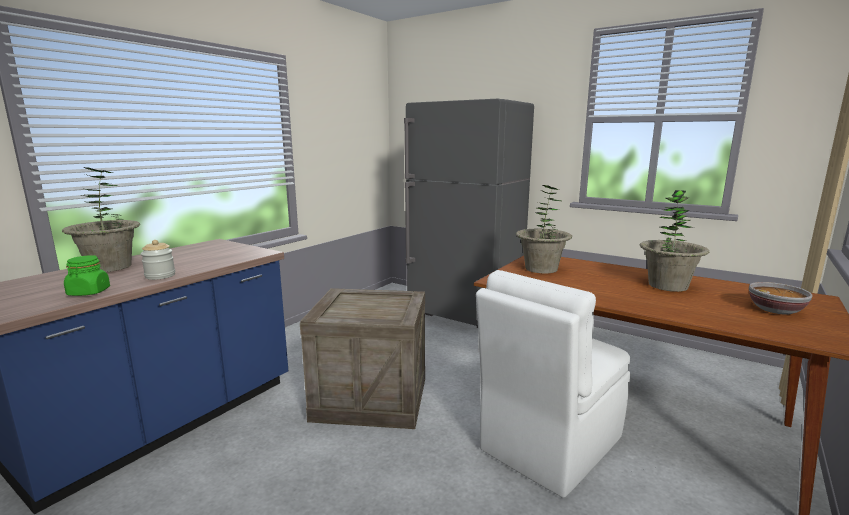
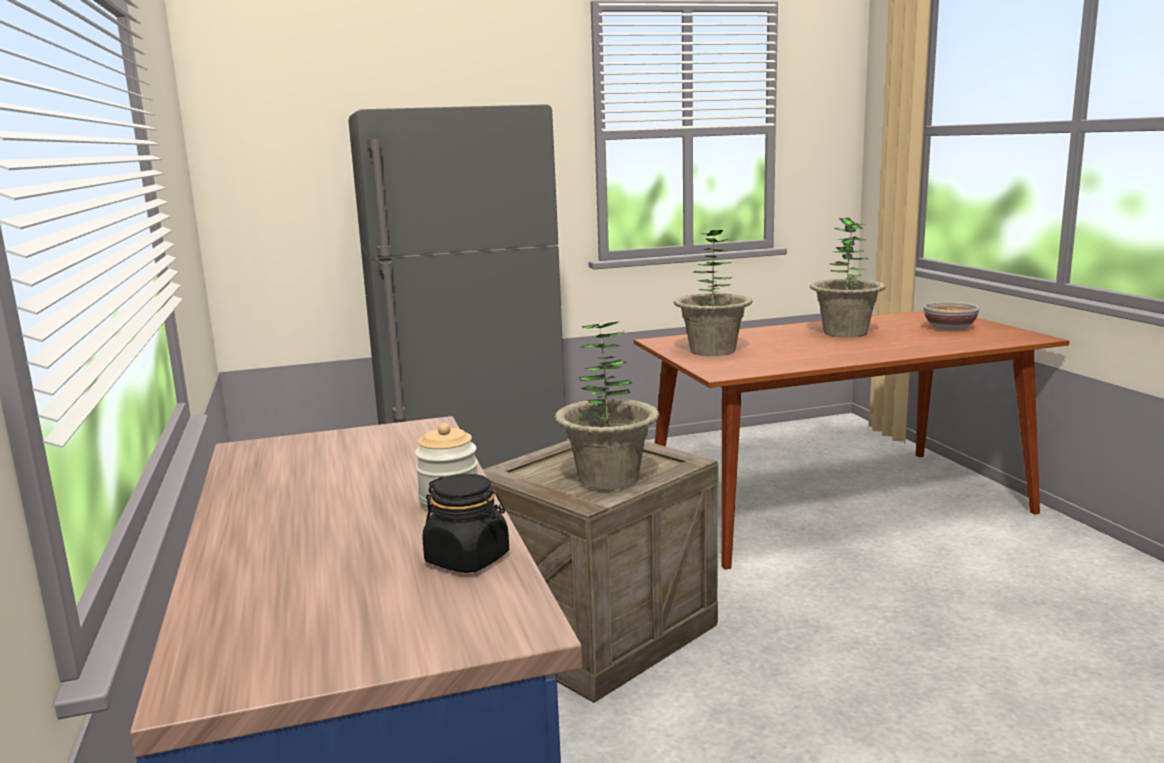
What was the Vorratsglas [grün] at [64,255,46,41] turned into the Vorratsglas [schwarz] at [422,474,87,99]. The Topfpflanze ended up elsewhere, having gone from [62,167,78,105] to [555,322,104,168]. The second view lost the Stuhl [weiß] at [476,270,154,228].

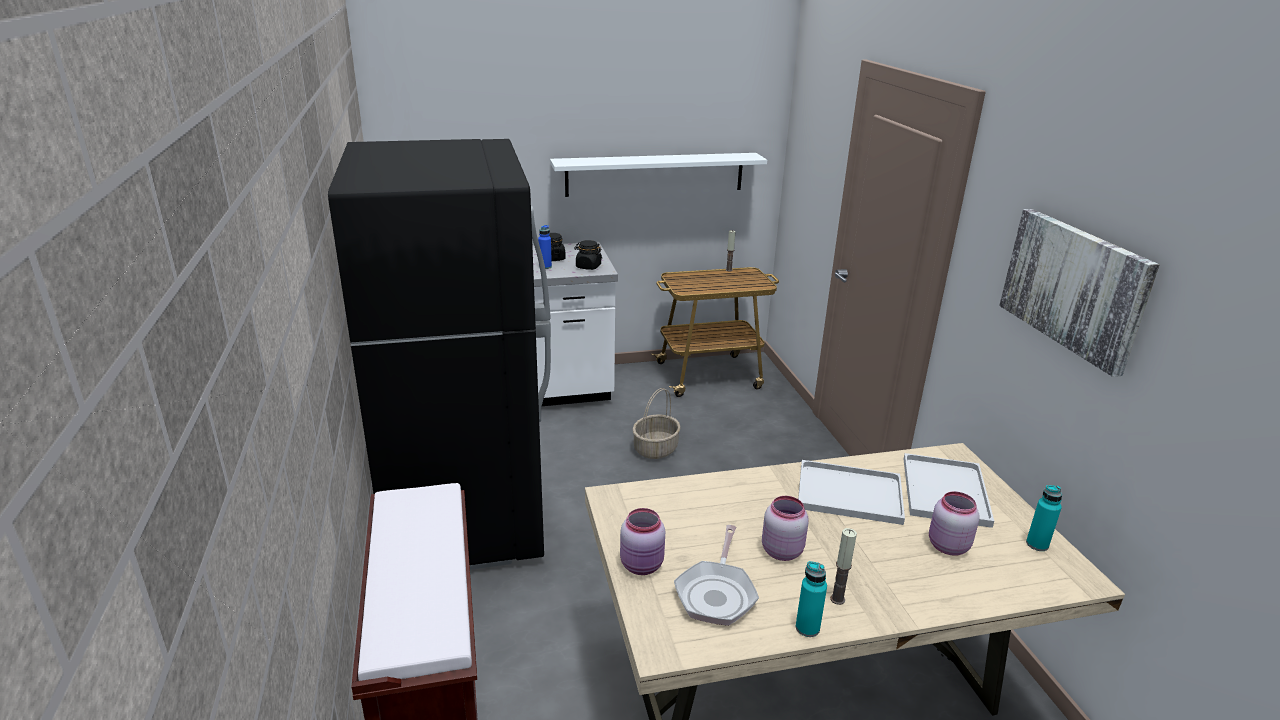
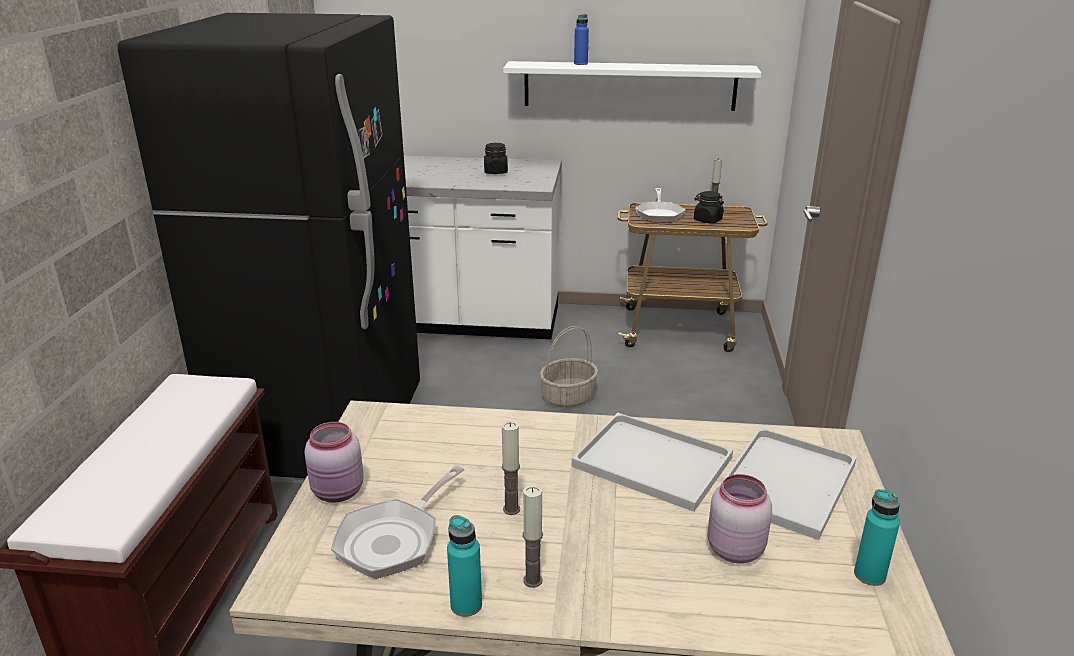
Where the Vorratsglas [rosa] stood at [762,496,46,65], the Kerze came to stand at [502,421,18,94]. The Flasche [blau] ended up elsewhere, having gone from [538,225,14,44] to [574,14,15,51]. The second view gained the Pfanne at [635,188,51,35]. The Vorratsglas [schwarz] ended up elsewhere, having gone from [574,240,28,30] to [694,191,30,33]. The second view lost the Bild at [999,209,160,168].

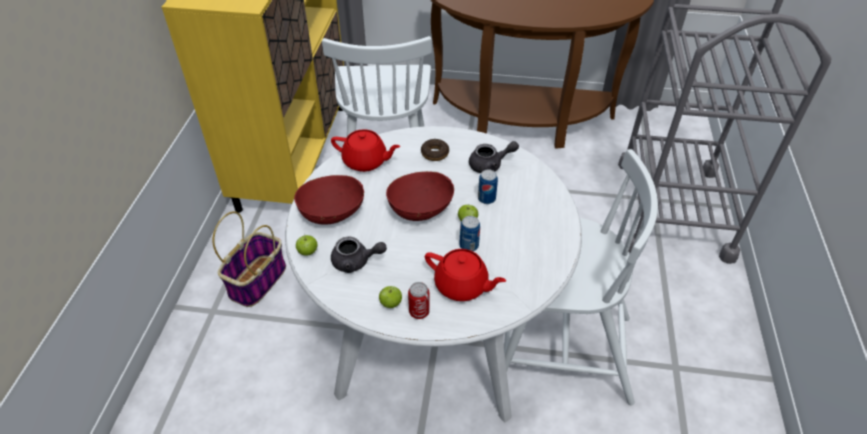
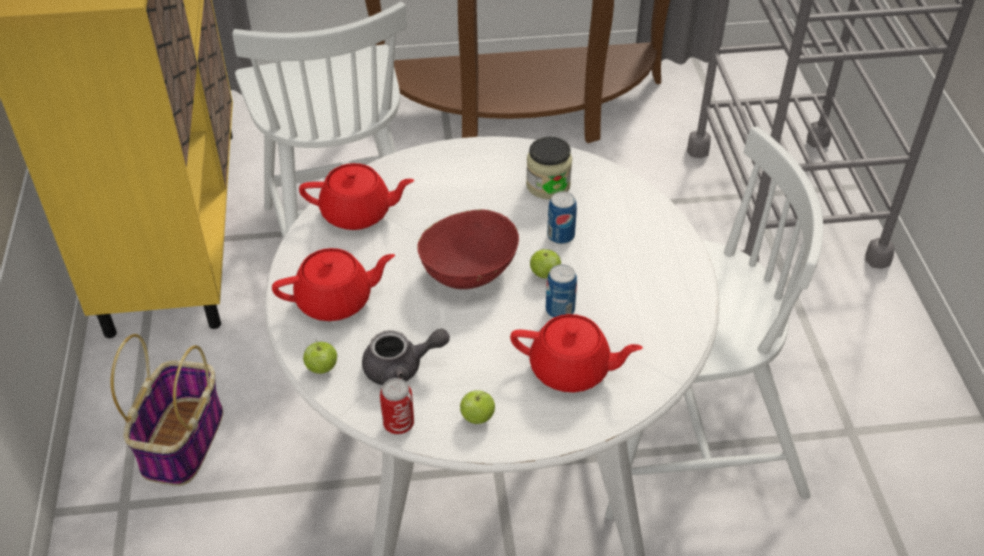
Where the Schüssel [rot] stood at [294,175,70,49], the Teekanne [rot] came to stand at [272,248,123,73]. The Dose ended up elsewhere, having gone from [408,282,22,37] to [380,378,34,56]. Where the Teekanne [grau] stood at [469,141,50,32], the Vorratsglas came to stand at [526,137,46,62]. The second view lost the Donut at [421,139,28,22].

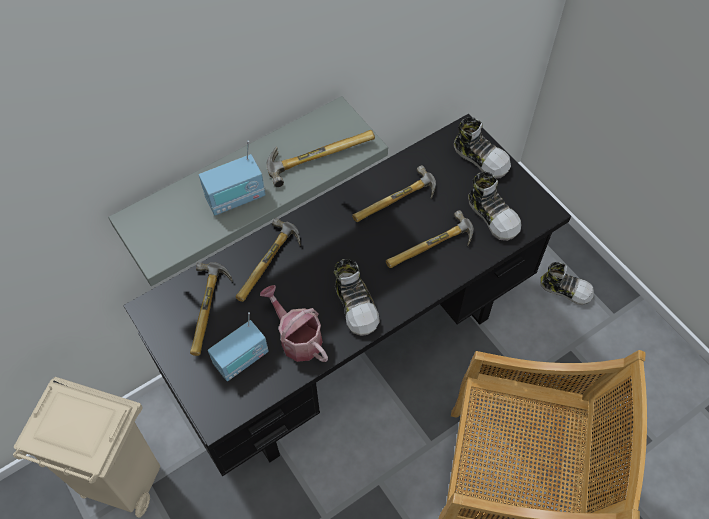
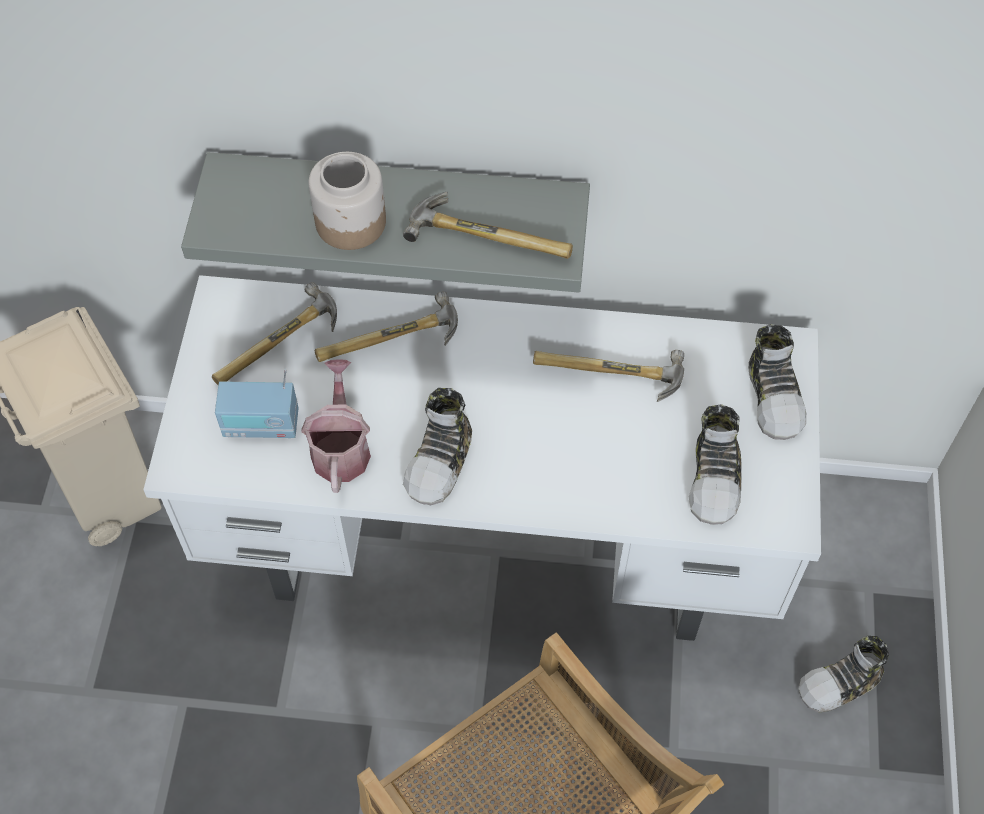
What was the Schreibtisch [schwarz] at [123,114,448,362] turned into the Schreibtisch [weiß] at [143,275,678,366]. Where the Radio stood at [199,141,67,74], the Vorratsglas came to stand at [309,152,77,98]. The Schuh at [540,262,54,43] ended up facing another way, 90 degrees clockwise from before. The second view lost the Hammer at [386,210,88,58].

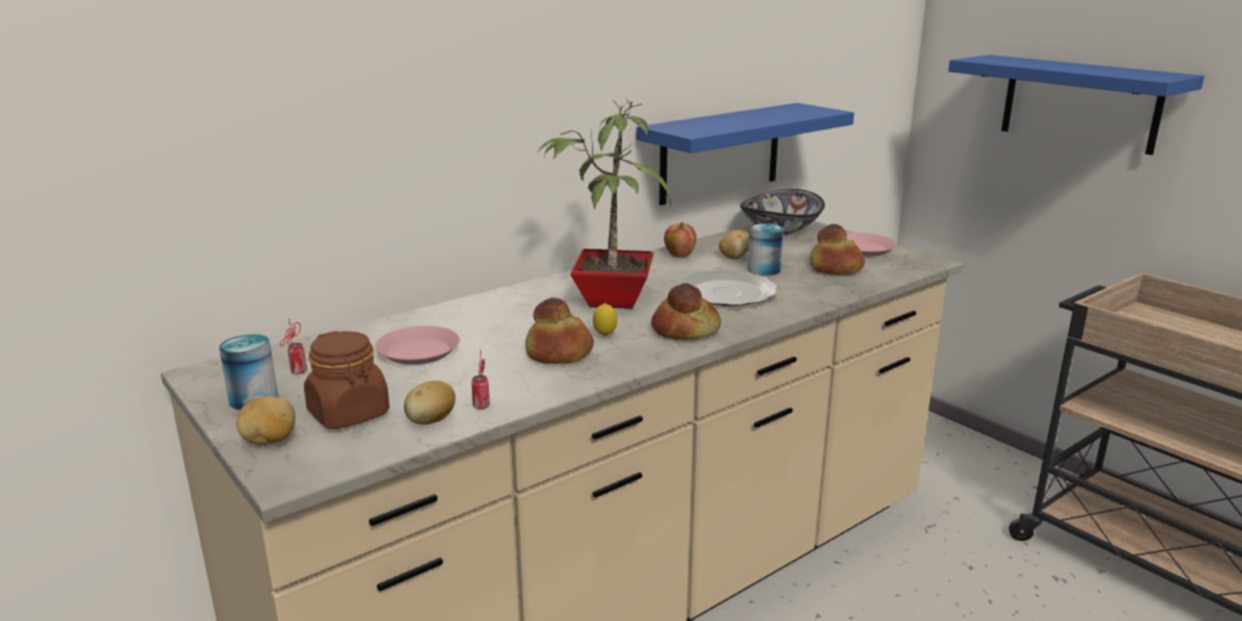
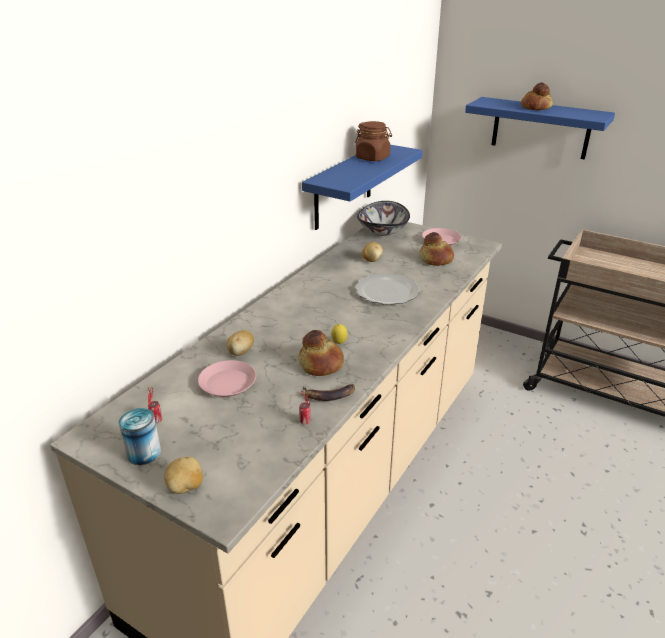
The Kartoffel ended up elsewhere, having gone from [404,381,52,44] to [227,330,27,26]. The second view gained the Banane at [303,384,52,17]. The Vorratsglas [braun] ended up elsewhere, having gone from [304,331,86,98] to [355,121,37,40]. The Brot ended up elsewhere, having gone from [651,283,70,57] to [521,83,32,27]. The second view lost the Topfpflanze at [538,98,133,211]. The second view lost the Apfel at [664,222,32,35]. The second view lost the Dose at [748,223,36,53].

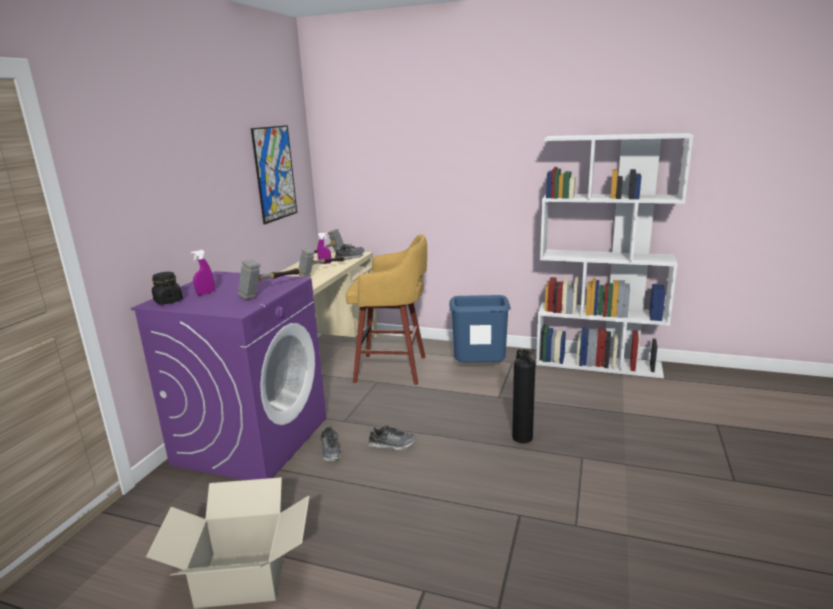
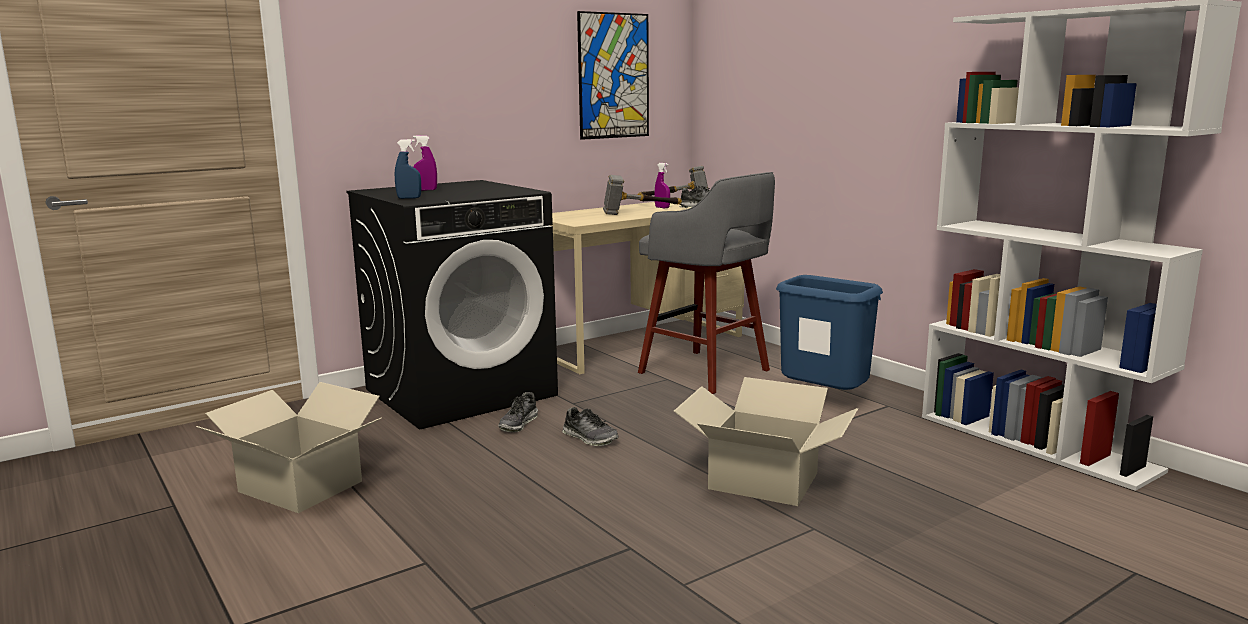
What was the Waschmaschine [lila] at [131,271,196,209] turned into the Waschmaschine [schwarz] at [346,180,212,250]. The second view gained the Sprühflasche [blau] at [395,139,26,60]. What was the Hocker [gelb] at [346,234,81,151] turned into the Hocker [grau] at [638,172,137,222]. Where the Feuerlöscher stood at [512,349,24,94], the Karton came to stand at [674,377,184,129]. The second view lost the Vorratsglas [schwarz] at [152,272,31,33]. The second view lost the Hammer at [238,260,63,40].

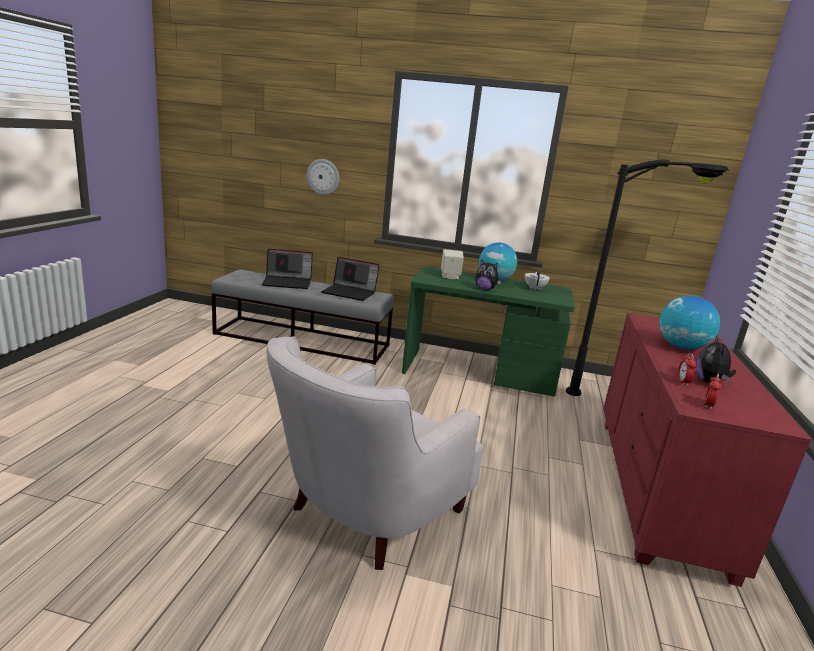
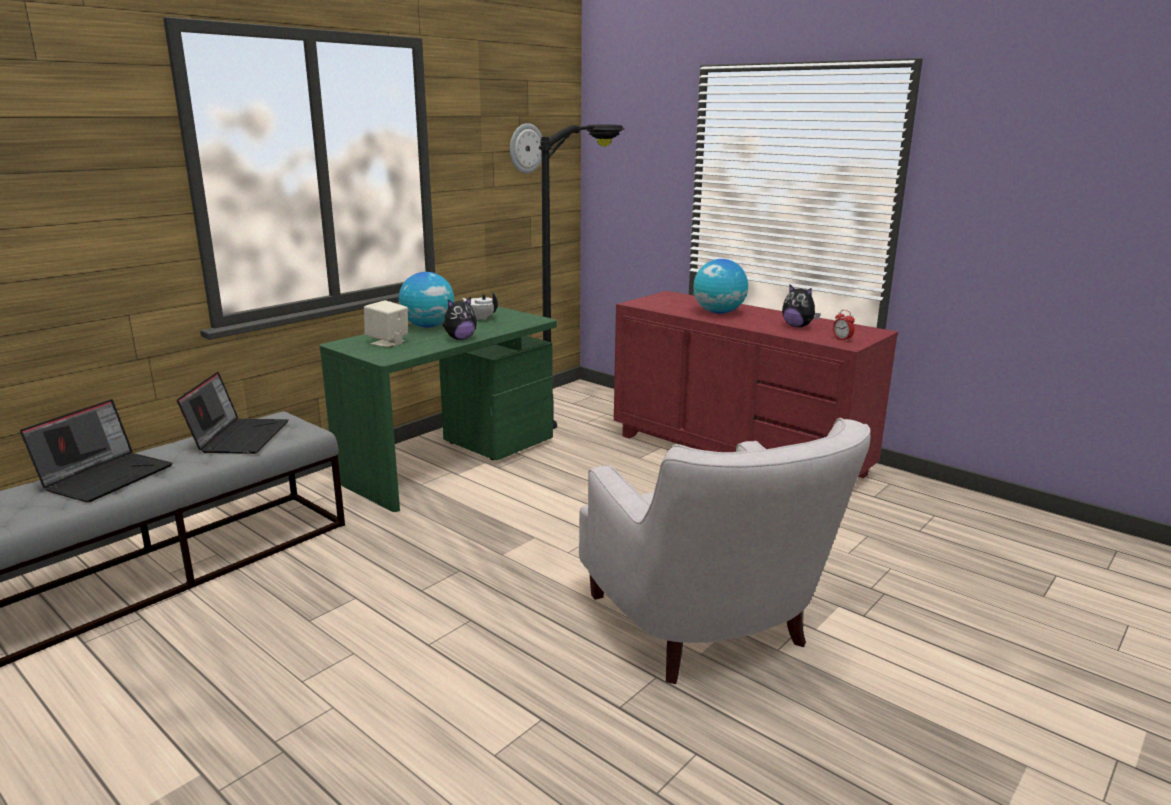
The Laptop at [321,257,59,44] ended up facing another way, 45 degrees counterclockwise from before. The Wanduhr ended up elsewhere, having gone from [306,159,33,36] to [510,123,32,51]. The second view lost the Wecker at [678,353,19,33].

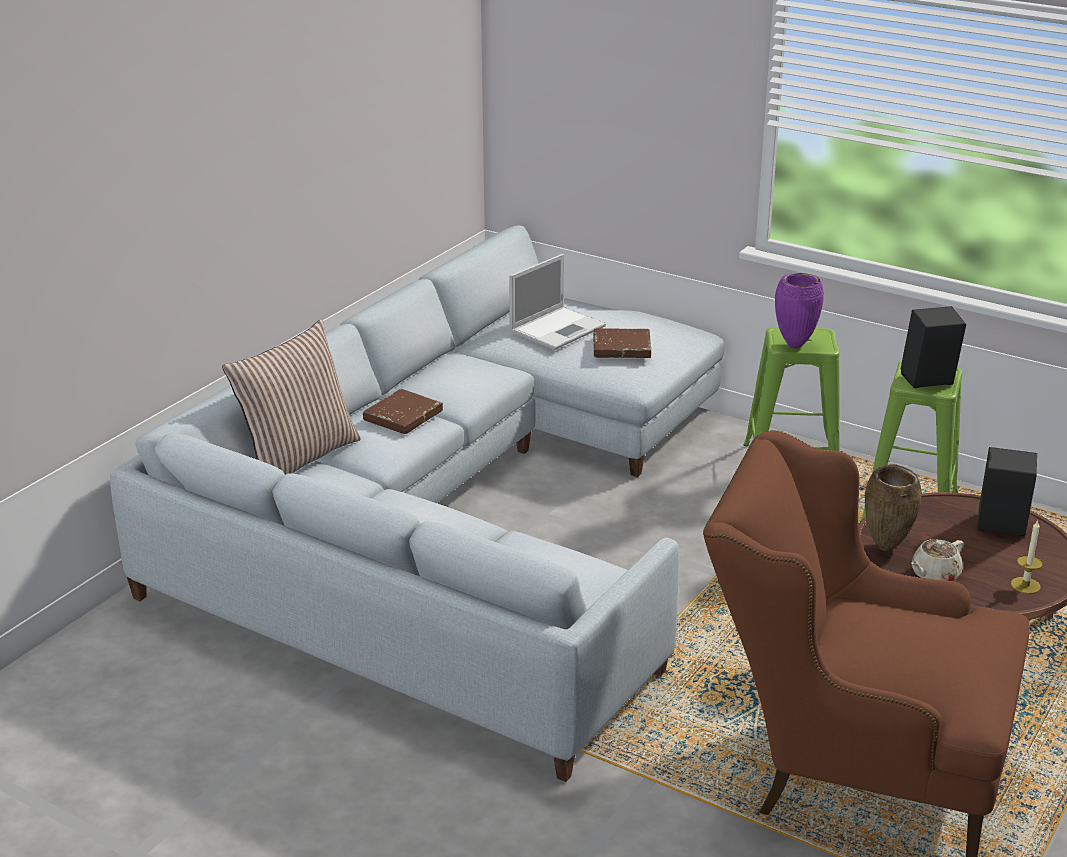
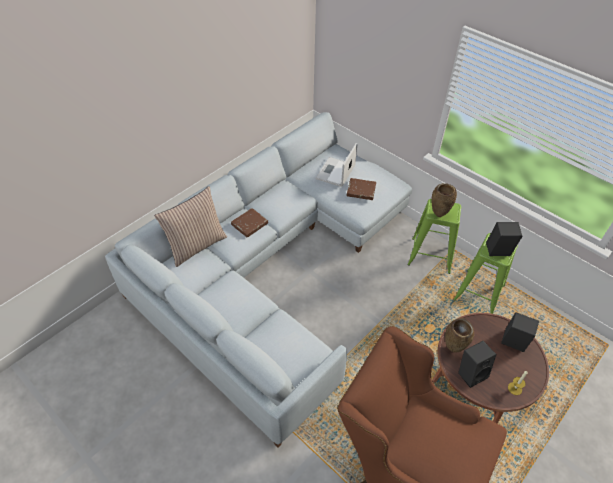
The Laptop at [509,254,97,96] ended up facing another way, 150 degrees clockwise from before. What was the Vase [lila] at [775,273,49,76] turned into the Vase [braun] at [432,183,25,34]. Where the Teekanne [beige] stood at [911,539,52,42], the Lautsprecher [schwarz] came to stand at [458,341,38,47].

